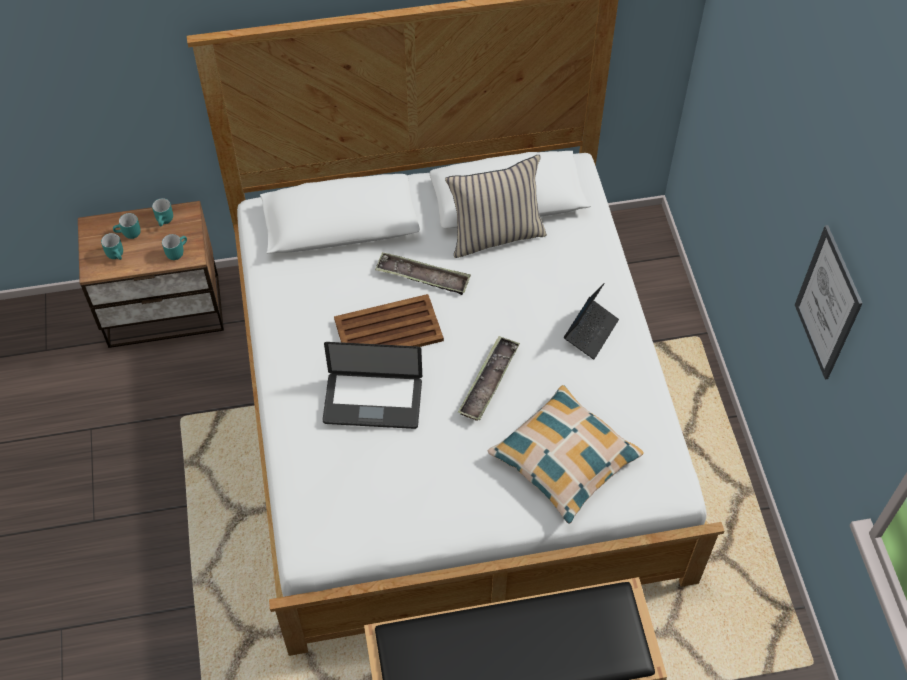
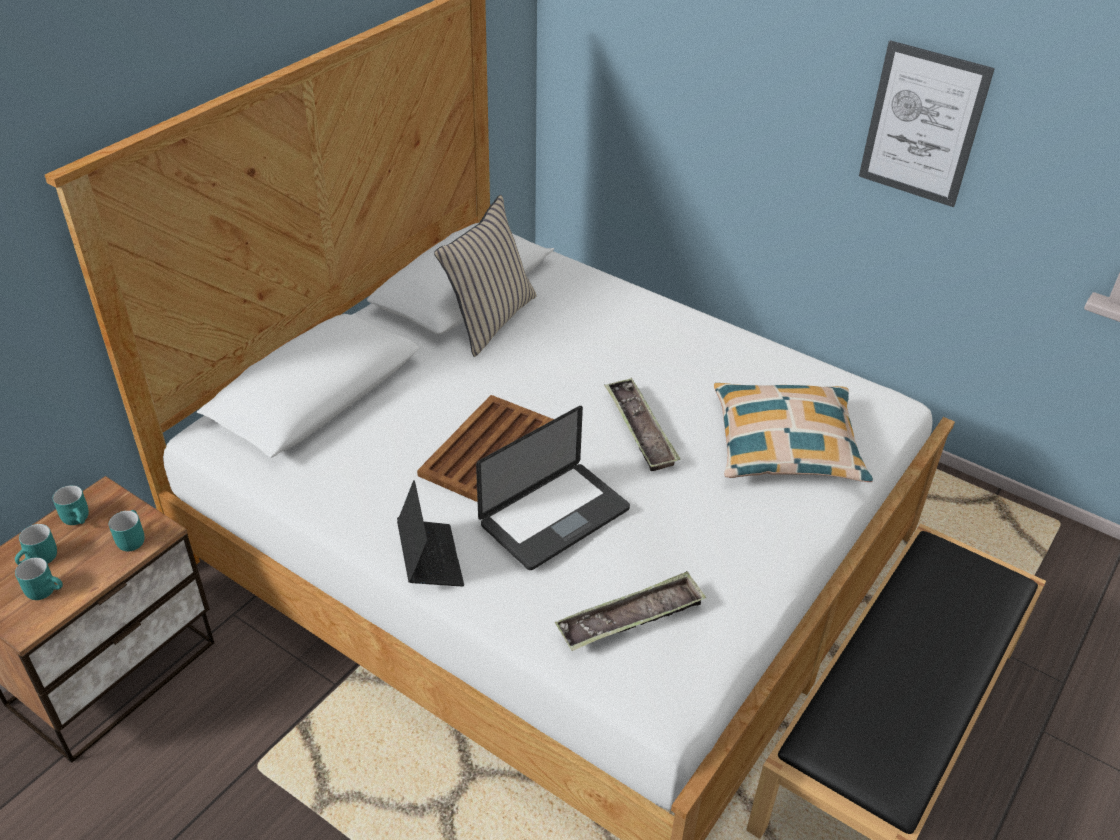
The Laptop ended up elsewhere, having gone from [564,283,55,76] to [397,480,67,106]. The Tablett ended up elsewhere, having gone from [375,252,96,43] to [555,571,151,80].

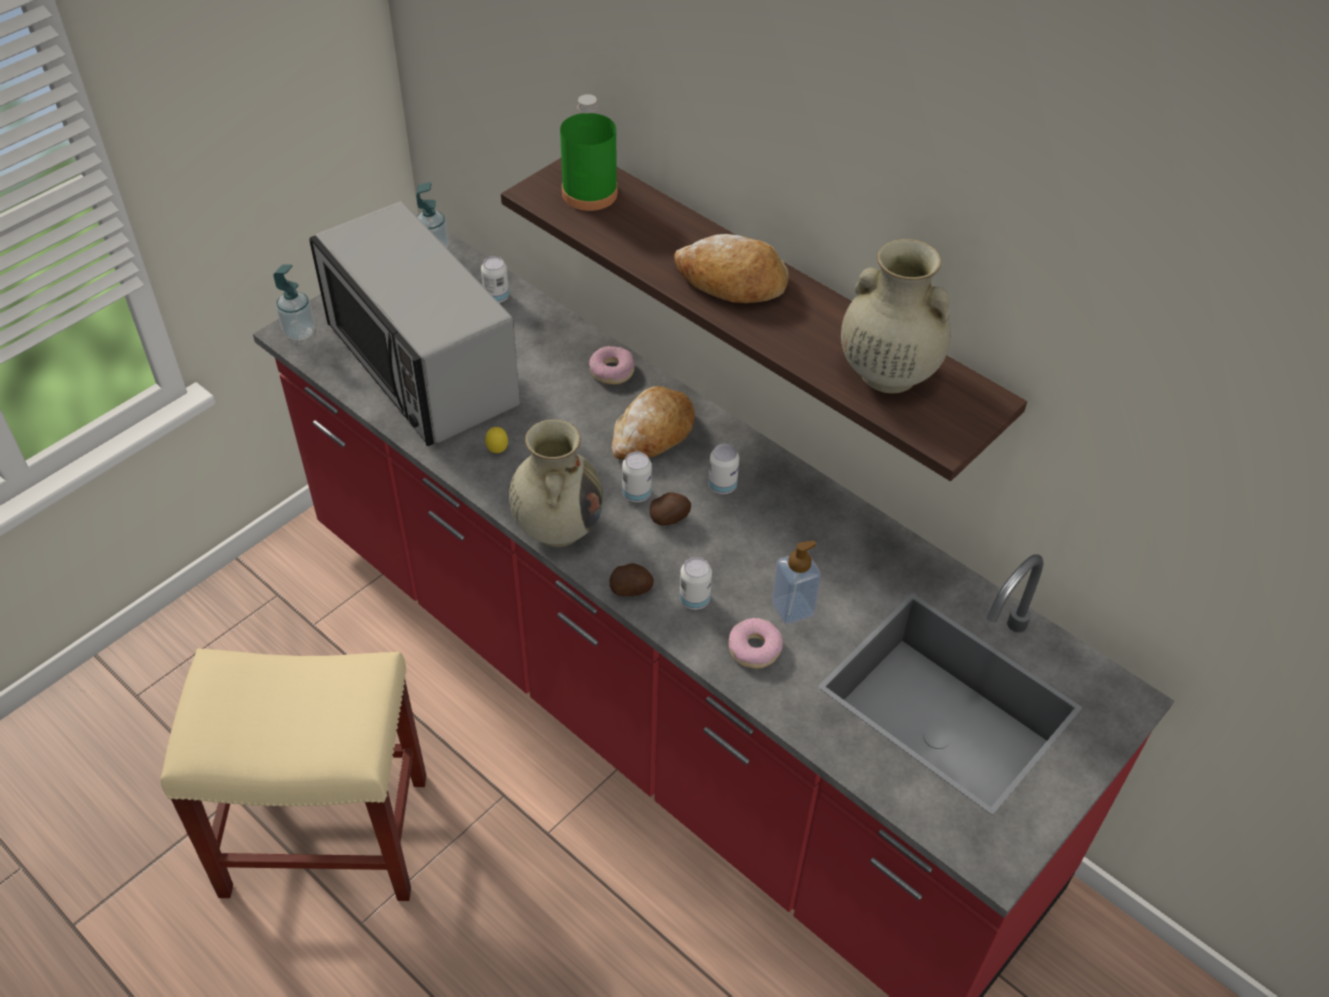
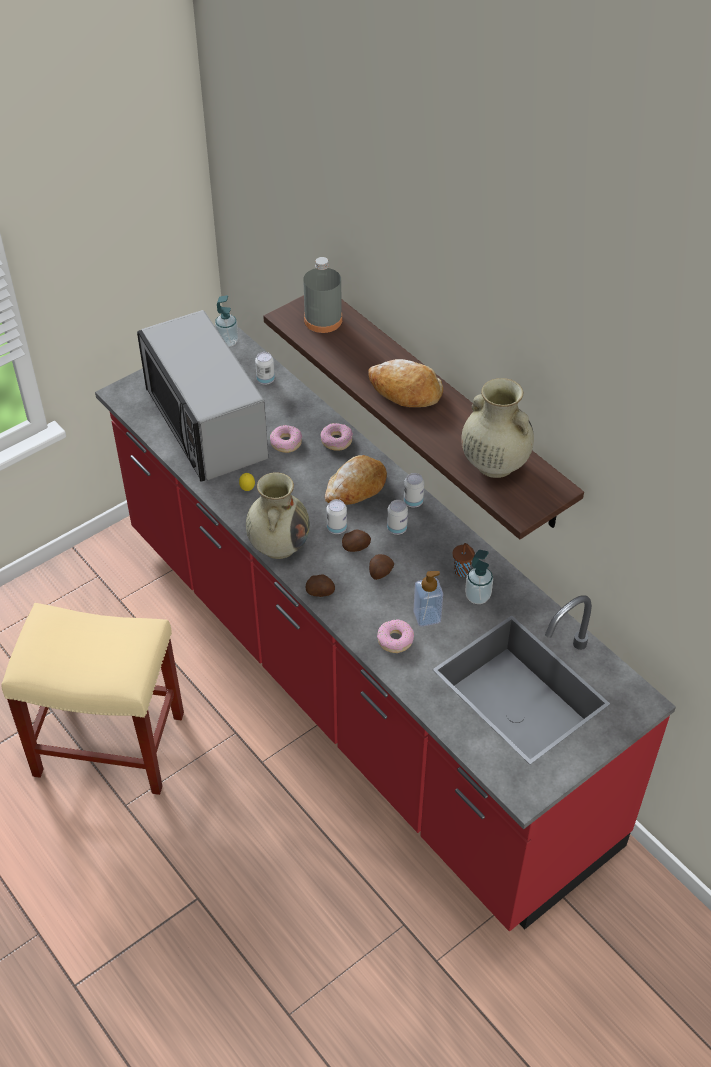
The second view gained the Donut at [270,425,32,28]. What was the Flasche [grün] at [560,94,58,117] turned into the Flasche [grau] at [303,257,39,76]. The second view gained the Kartoffel at [369,554,25,26]. The Dose ended up elsewhere, having gone from [679,557,33,53] to [404,473,20,35]. The second view gained the Tasse [braun] at [453,543,22,34]. The Seifenspender ended up elsewhere, having gone from [273,265,42,76] to [465,550,28,54].

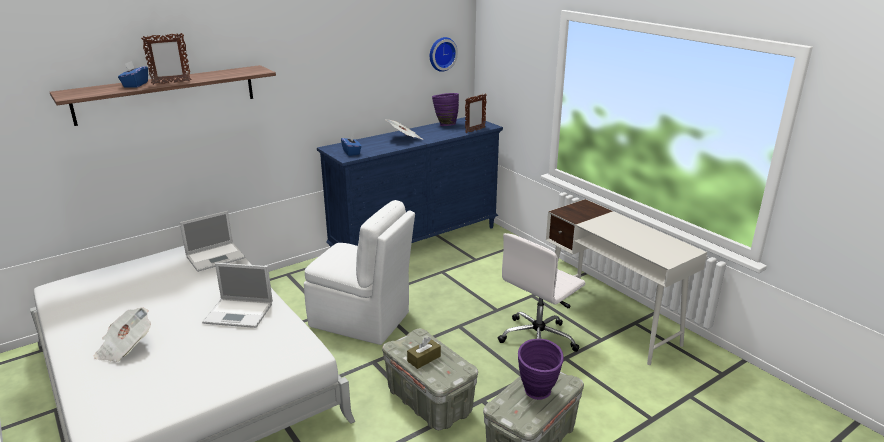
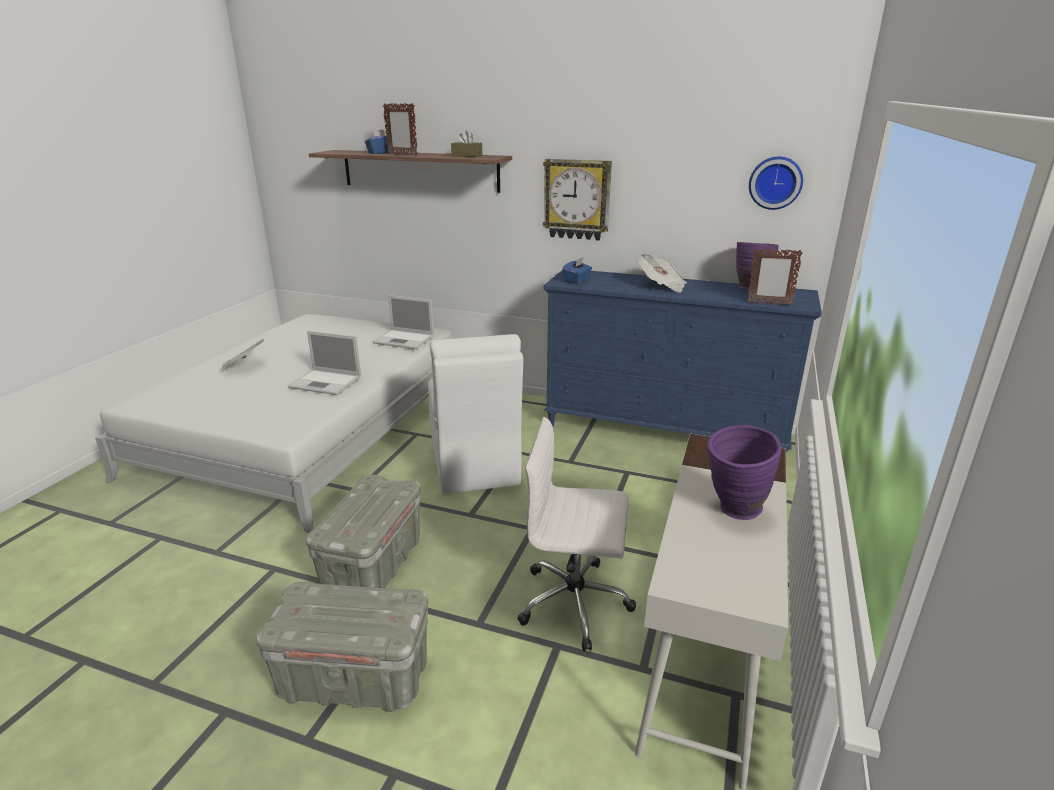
The Laptop at [202,263,71,65] ended up facing another way, 45 degrees counterclockwise from before. The Taschentuchbox [braun] ended up elsewhere, having gone from [407,337,34,32] to [451,130,31,27]. The second view gained the Wanduhr at [543,159,69,81]. The Vase [lila] ended up elsewhere, having gone from [518,339,46,61] to [708,425,74,95].

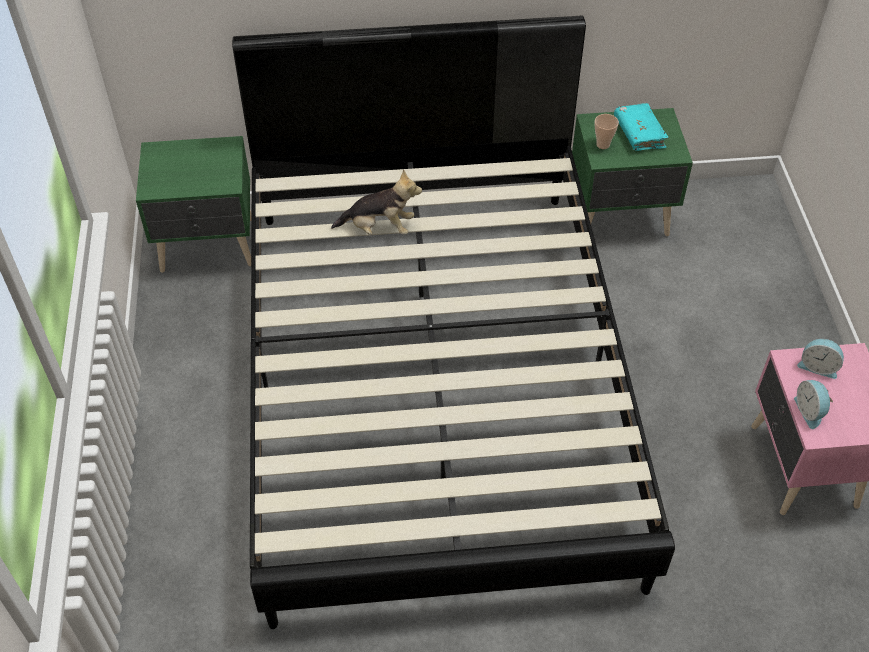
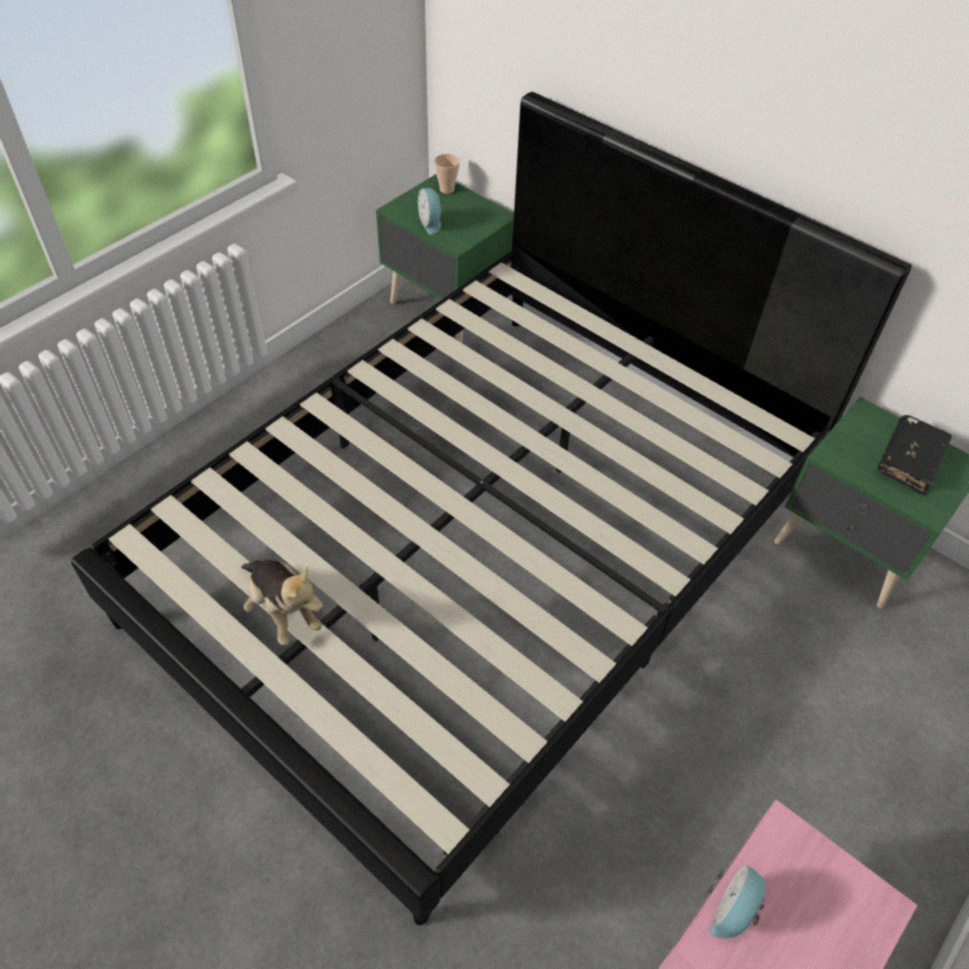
The Plüschtier ended up elsewhere, having gone from [331,169,91,66] to [241,560,82,85]. The Wecker ended up elsewhere, having gone from [797,339,47,40] to [418,188,25,47]. The Tasse ended up elsewhere, having gone from [594,114,25,35] to [434,154,26,40]. What was the Buch [türkis] at [614,103,55,48] turned into the Buch [schwarz] at [878,415,74,81].

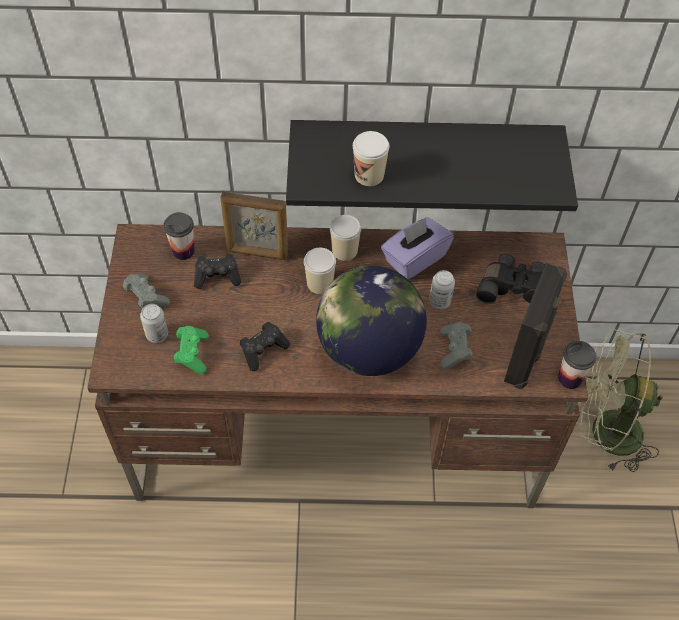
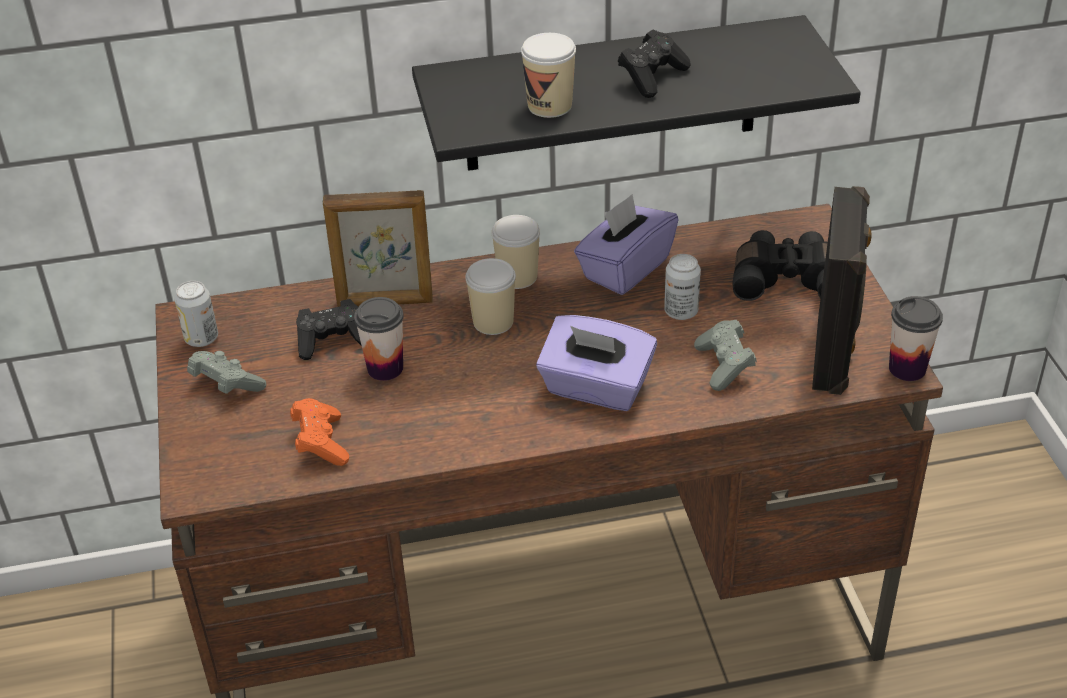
The Dose ended up elsewhere, having gone from [140,304,28,39] to [174,281,44,66]. What was the Gamepad [grün] at [174,326,35,48] turned into the Gamepad [orange] at [290,398,59,68]. The Tasse ended up elsewhere, having gone from [163,212,32,48] to [354,297,50,84]. Where the Globus stood at [316,266,111,110], the Taschentuchbox [lila] came to stand at [536,315,121,96]. The Gamepad [schwarz] ended up elsewhere, having gone from [240,322,50,49] to [618,30,73,68]. The second view lost the Ventilator [grün] at [578,329,85,143].

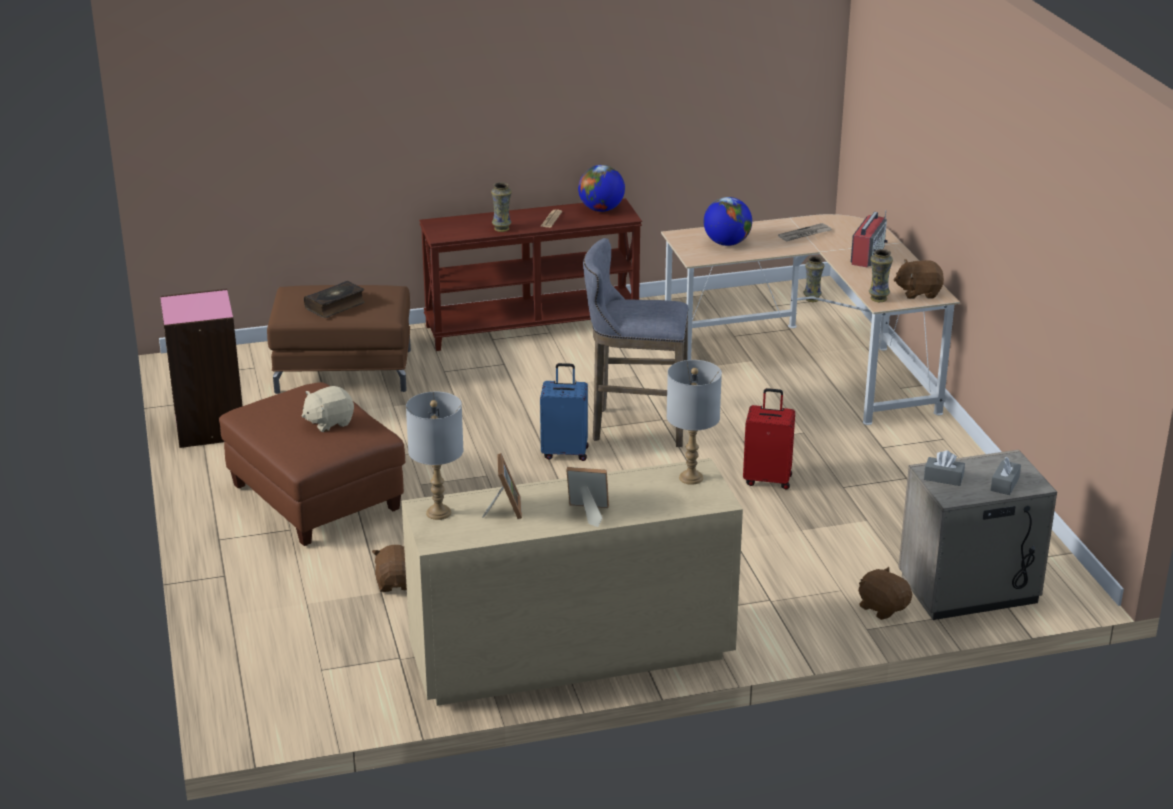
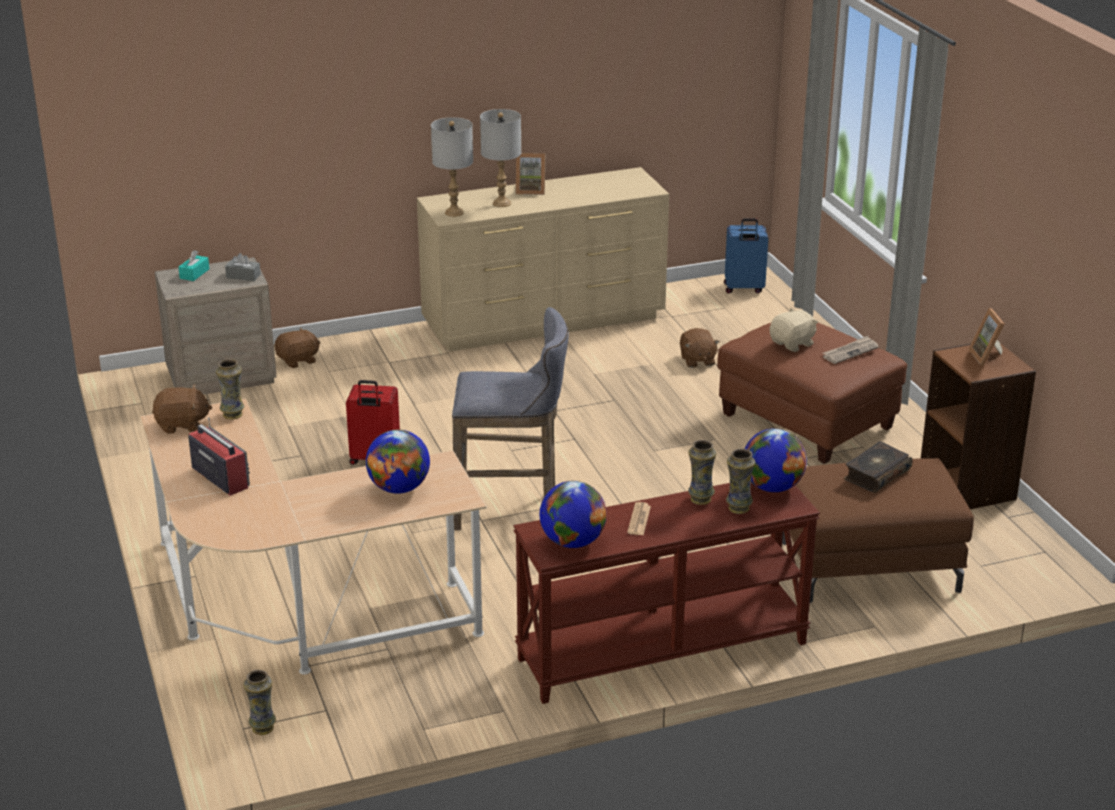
What was the Taschentuchbox [grau] at [991,457,30,38] turned into the Taschentuchbox [türkis] at [178,250,31,31]. The Radio at [851,210,37,57] ended up facing another way, 120 degrees clockwise from before. The Plüschtier [braun] at [858,567,54,53] ended up facing another way, 75 degrees counterclockwise from before. The Tischlampe [grau] ended up elsewhere, having gone from [406,392,58,128] to [480,109,41,98]. The Koffer [blau] ended up elsewhere, having gone from [540,363,49,98] to [724,218,44,76]. The second view gained the Vase at [726,449,29,65]. The second view gained the Globus at [745,428,62,64]. The Zeitung ended up elsewhere, having gone from [778,223,53,19] to [823,336,56,28]. What was the Bücherregal [rosa] at [160,289,83,159] turned into the Bücherregal [braun] at [921,343,115,166]. The Bilderrahmen ended up elsewhere, having gone from [482,453,40,66] to [968,308,36,58].

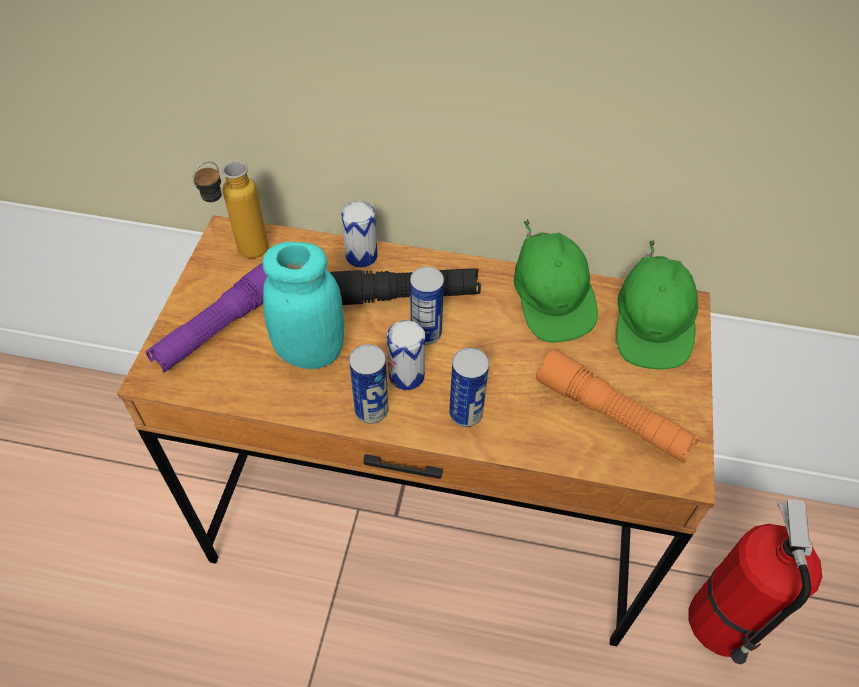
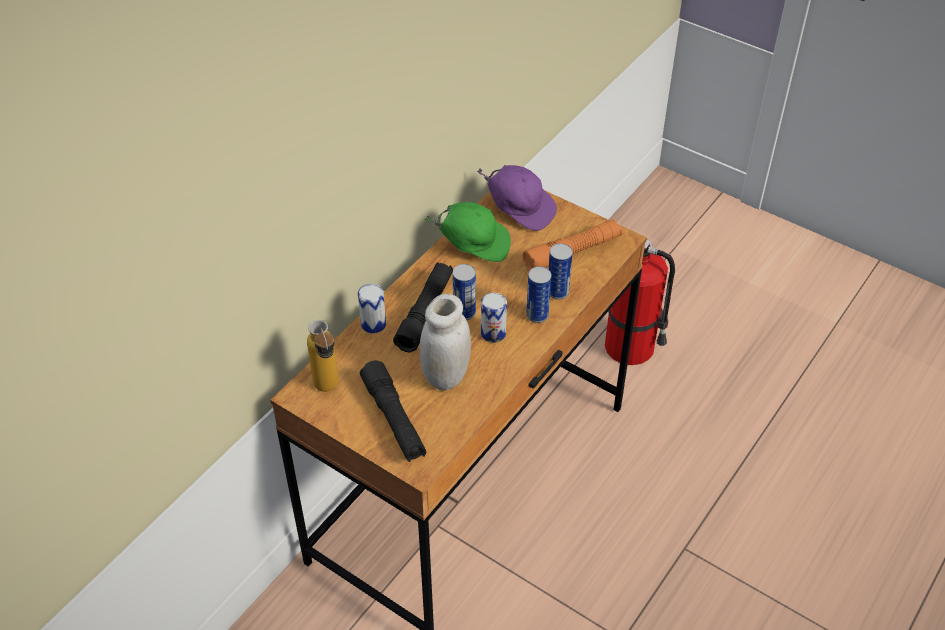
What was the Taschenlampe [lila] at [146,263,121,110] turned into the Taschenlampe [schwarz] at [360,360,66,102]. What was the Vorratsglas [türkis] at [262,242,82,127] turned into the Vorratsglas [weiß] at [420,294,51,97]. What was the Kappe [grün] at [616,239,82,130] turned into the Kappe [lila] at [477,165,80,66]. The Dose ended up elsewhere, having gone from [349,344,39,80] to [549,243,24,57].

